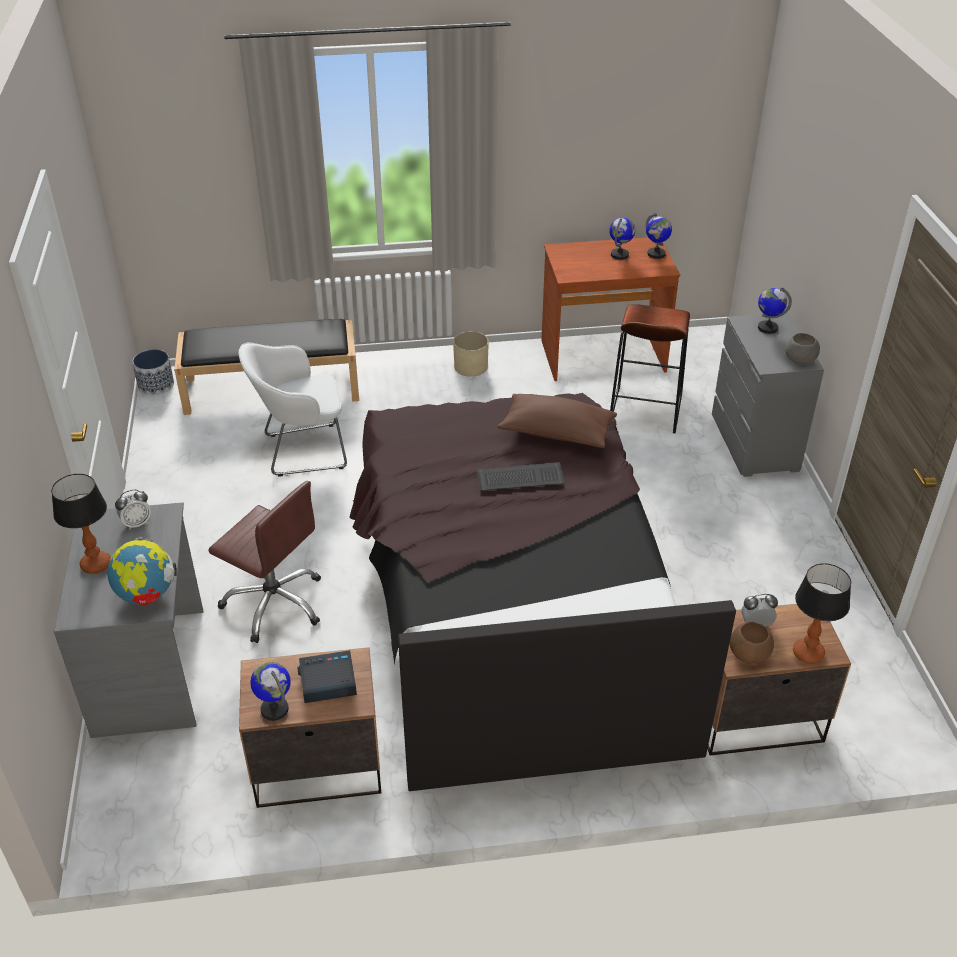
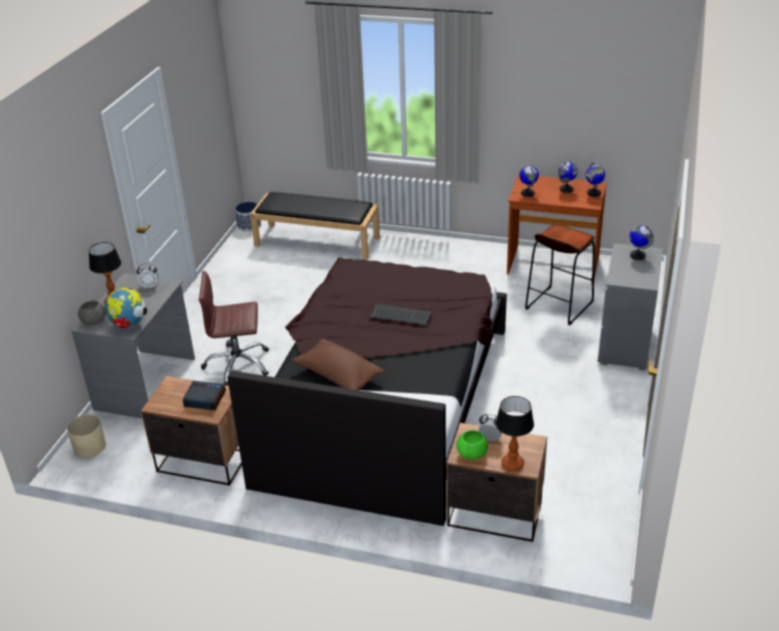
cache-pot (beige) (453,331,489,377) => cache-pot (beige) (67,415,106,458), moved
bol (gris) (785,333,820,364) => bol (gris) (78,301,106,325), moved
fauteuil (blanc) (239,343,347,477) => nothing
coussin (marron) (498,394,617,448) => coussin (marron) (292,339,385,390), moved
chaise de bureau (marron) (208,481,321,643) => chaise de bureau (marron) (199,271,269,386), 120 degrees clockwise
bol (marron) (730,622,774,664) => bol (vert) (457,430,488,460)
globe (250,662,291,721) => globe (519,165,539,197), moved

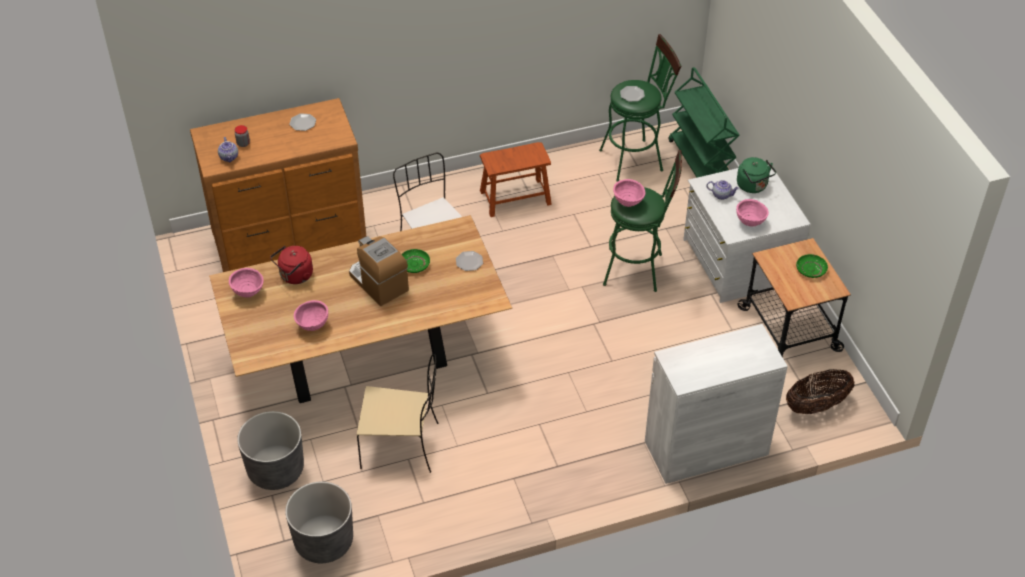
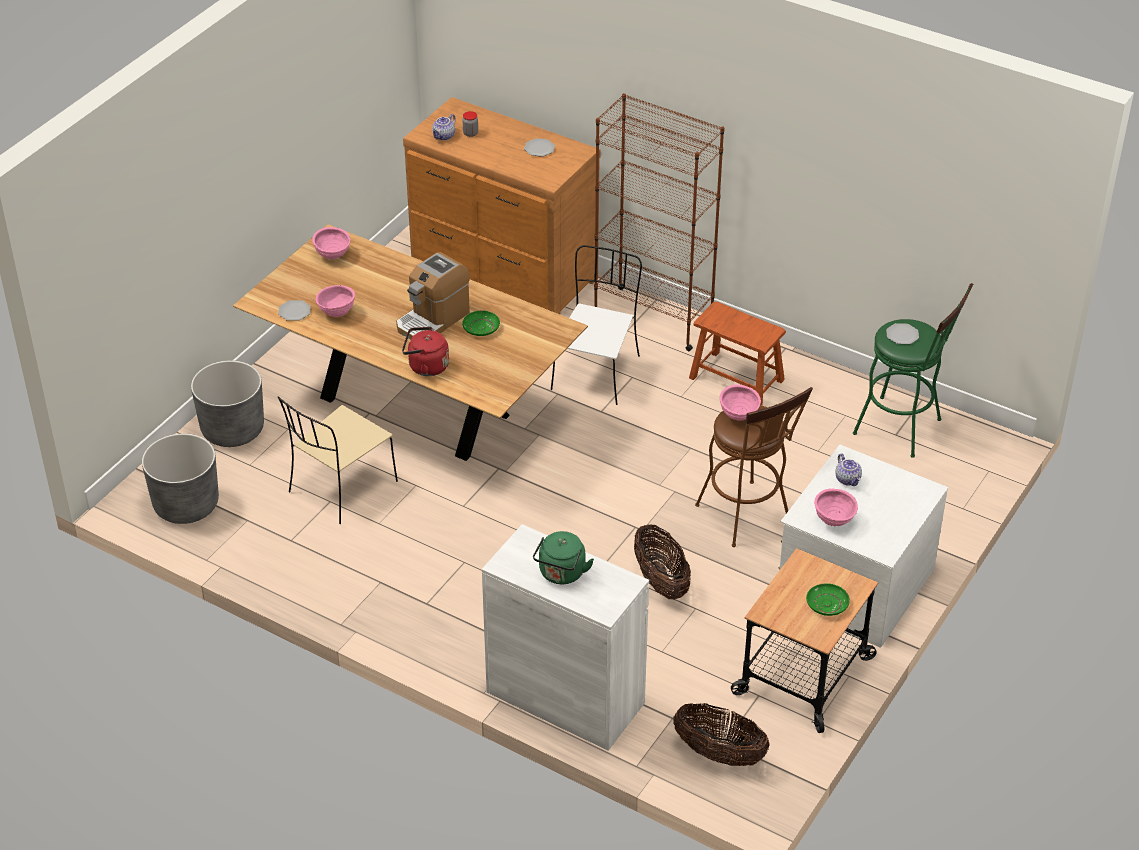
chariot (vert) (669,67,740,178) => nothing
tabouret (vert) (603,150,682,292) => tabouret (marron) (695,387,813,547)
bouilloire (vert) (737,157,776,193) => bouilloire (vert) (533,531,594,584), moved
machine à café (349,236,409,306) => machine à café (396,252,470,340), 150 degrees counterclockwise
bouilloire (rouge) (270,246,313,284) => bouilloire (rouge) (402,327,449,376), moved
assiette (456,251,483,271) => assiette (278,300,311,321), moved
chaise (beige) (357,354,438,473) => chaise (beige) (278,396,398,524), 75 degrees clockwise
nothing => bibliothèque (marron) (594,93,724,351)
nothing => panier (634,524,691,599)

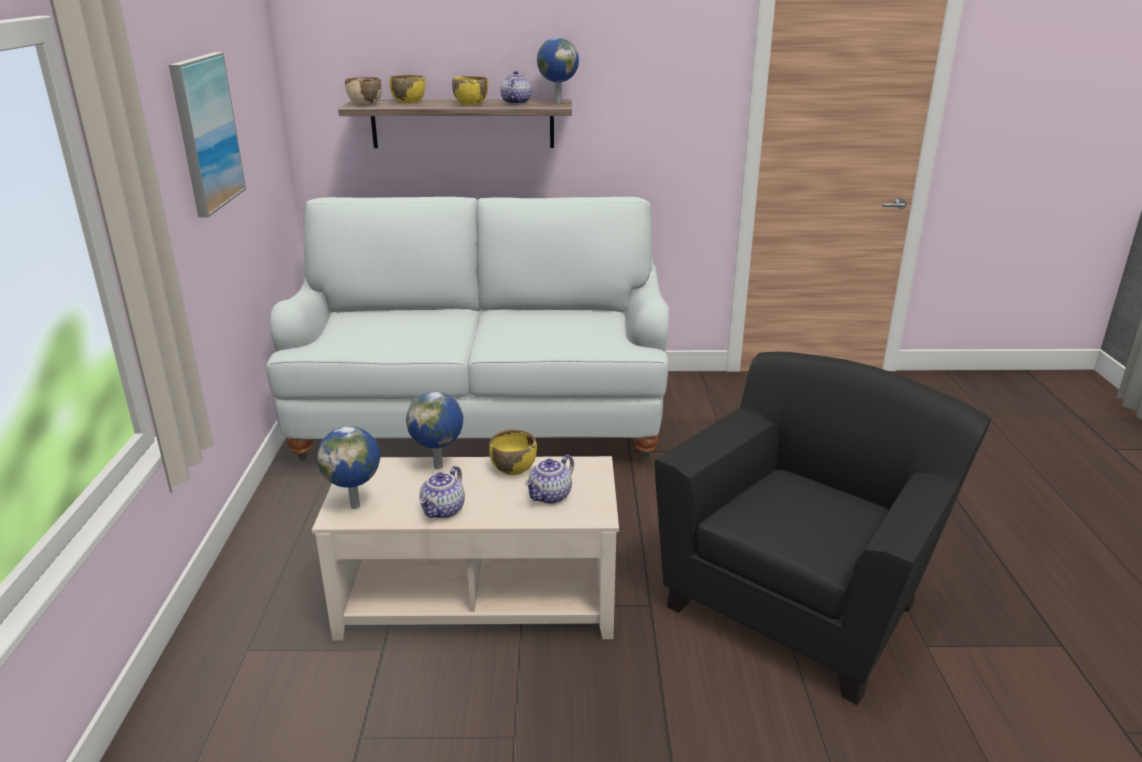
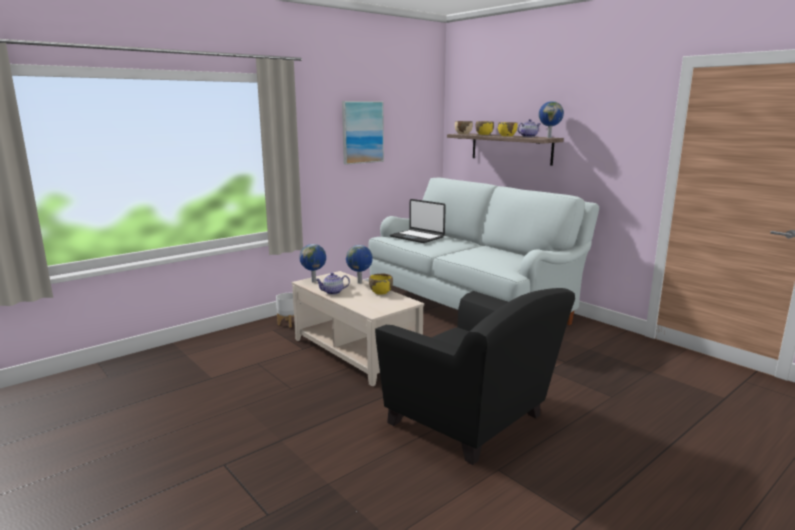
fauteuil (noir) (655,352,991,705) => fauteuil (noir) (375,288,575,465), 45 degrees clockwise
théière (525,454,574,504) => nothing
nothing => ordinateur portable (390,199,446,243)
nothing => cache-pot (blanc) (276,293,294,328)

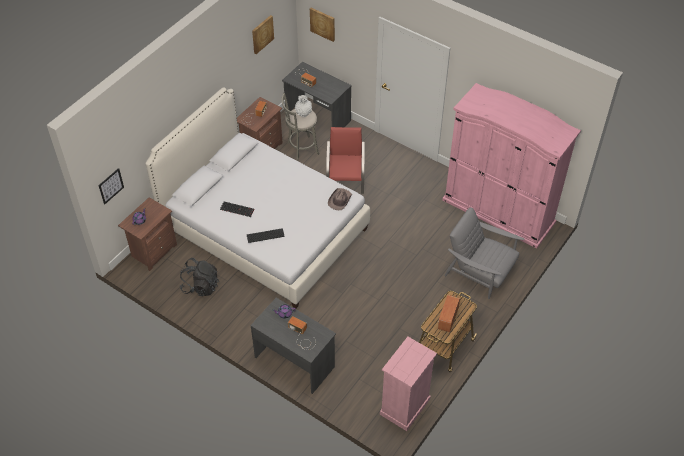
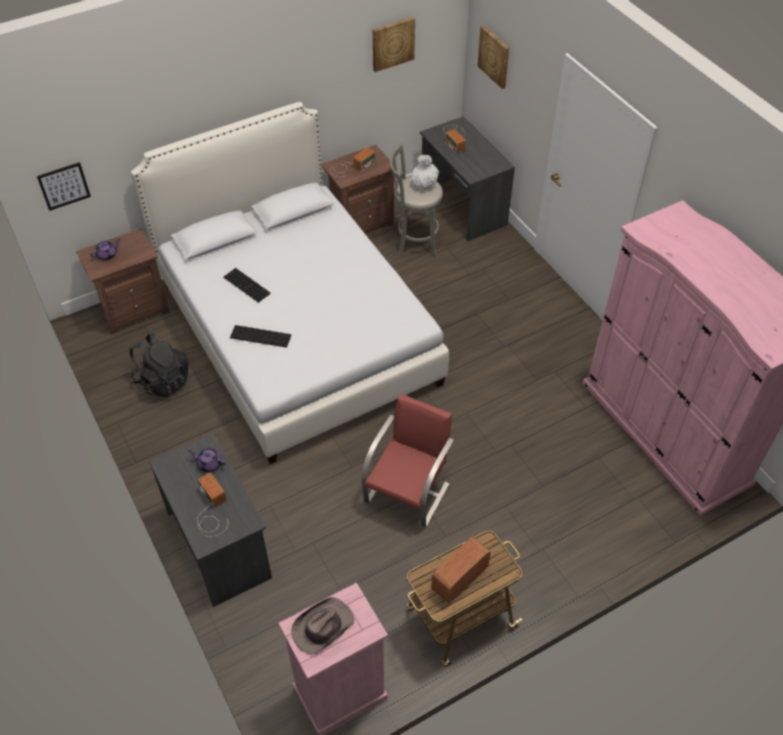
chaise (rouge) (326,127,365,194) => chaise (rouge) (361,393,454,528), moved
chapeau (marron) (328,188,352,210) => chapeau (marron) (291,597,354,655), moved
fauteuil (gris) (445,207,525,299) => nothing

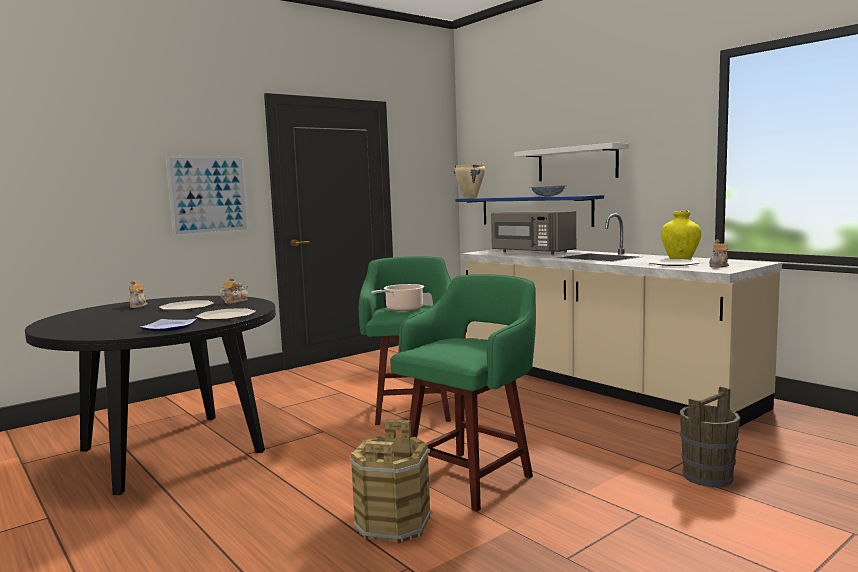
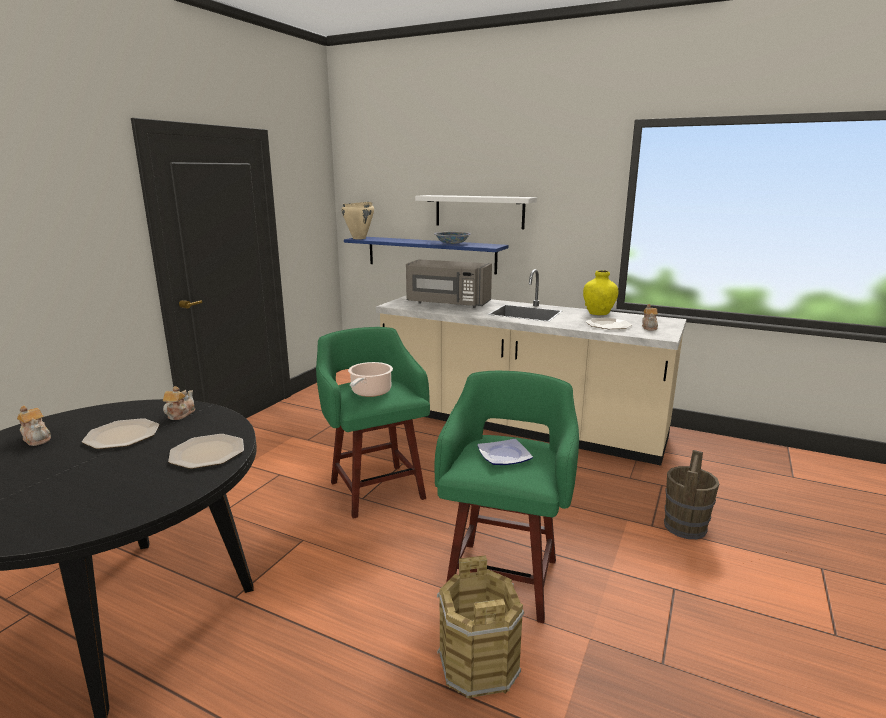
tableau (166,155,250,237) => nothing
assiette (140,319,197,331) => assiette (477,439,533,465), moved

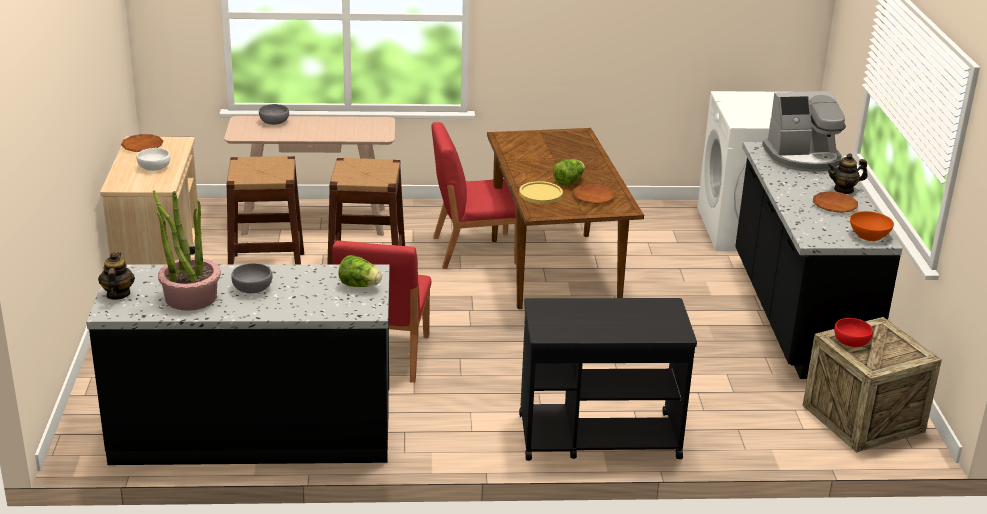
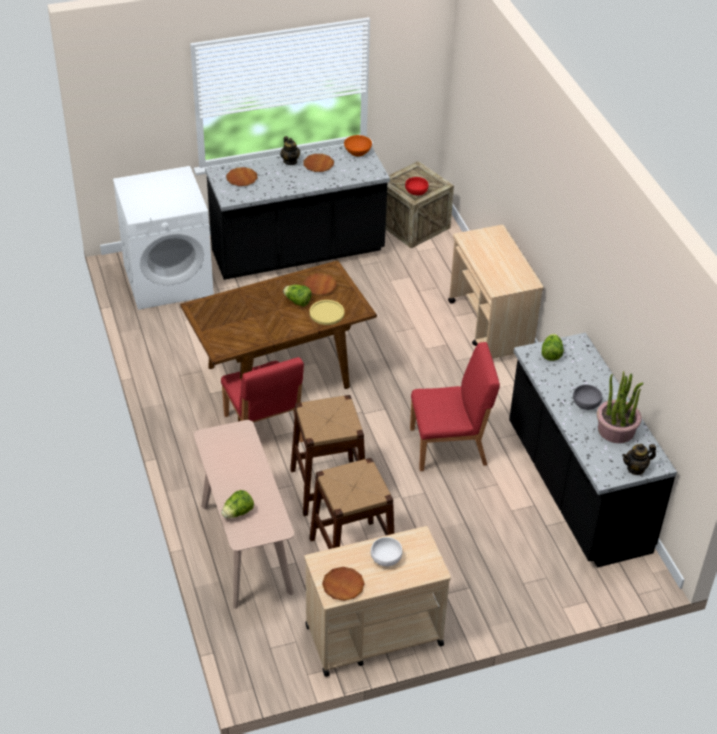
machine à café (762,91,846,172) => assiette (marron) (226,167,258,186)
bol (gris) (259,104,289,125) => laitue (221,490,254,518)
chariot (noir) (519,298,697,461) => chariot (beige) (448,225,544,359)

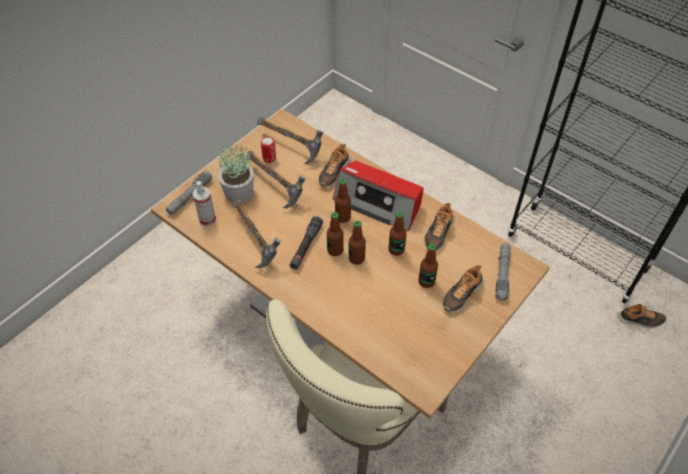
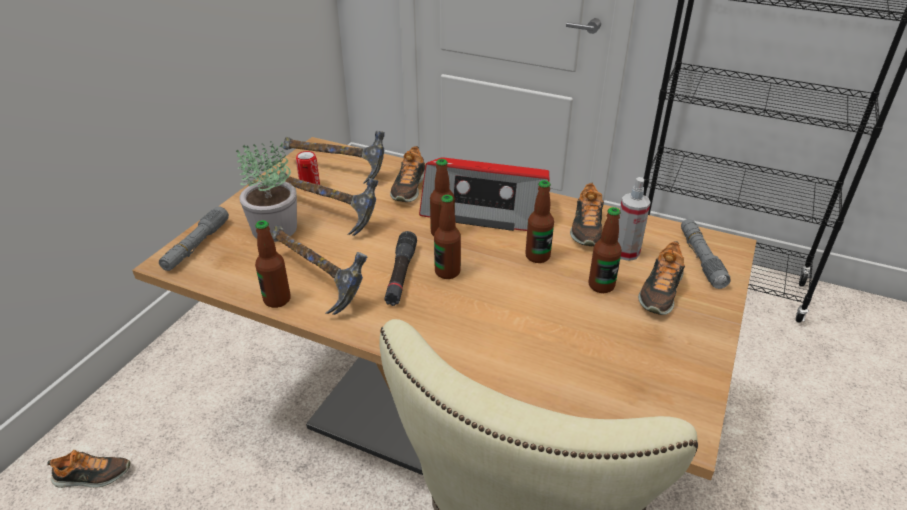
vaporisateur (192,181,216,226) => vaporisateur (618,177,651,261), moved
bouteille (349,221,366,265) => bouteille (255,220,291,308), moved
chaussure (617,304,666,328) => chaussure (47,450,131,488), moved

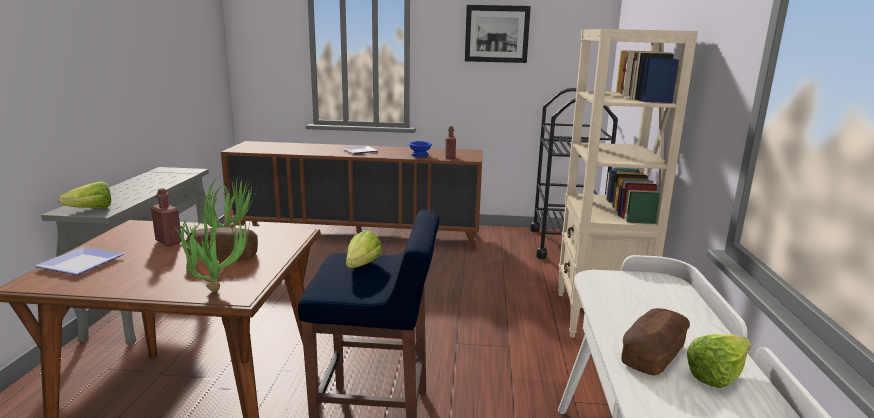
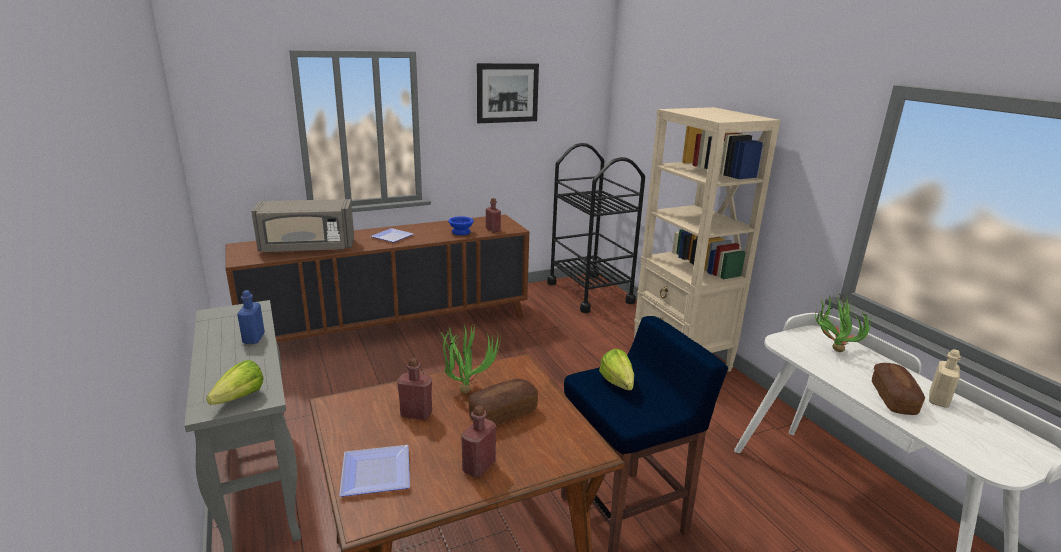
plante en pot (173,211,249,292) => plante en pot (815,293,871,352), moved
laitue (687,334,751,388) => bouteille (beige) (929,349,961,408)
nothing => micro-ondes (gris) (251,199,354,253)
nothing => bouteille (bleu) (237,290,265,344)
nothing => bouteille (rouge) (461,405,496,478)

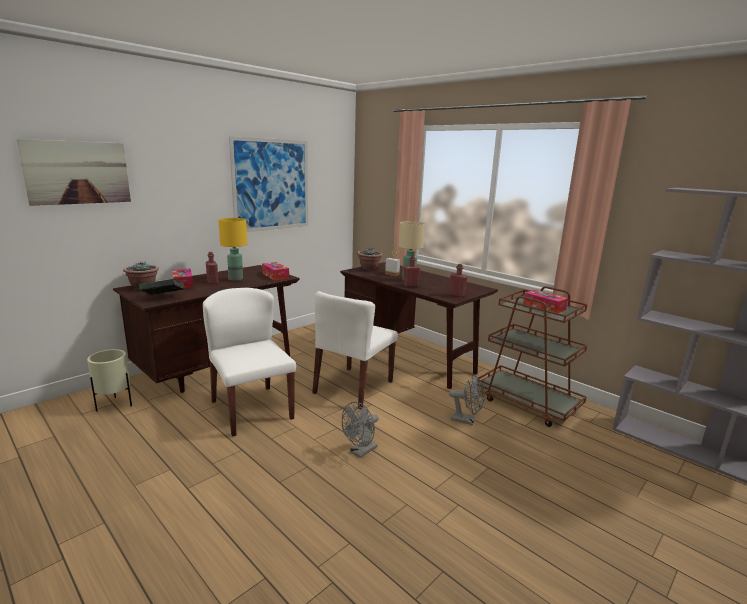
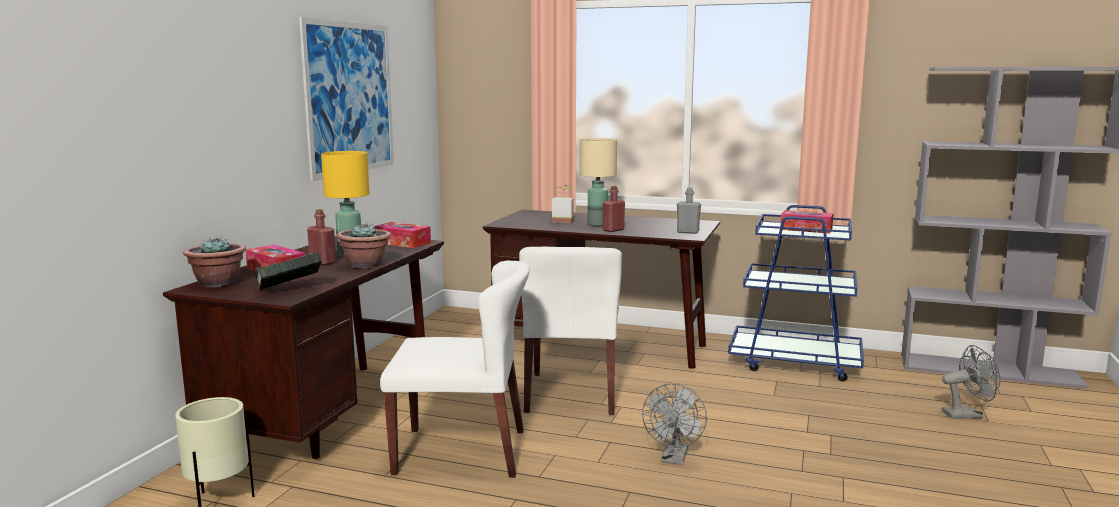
tableau (17,139,131,206) => nothing
plante en pot (357,248,383,270) => plante en pot (336,222,391,269), moved
bouteille (rouge) (449,264,468,297) => bouteille (gris) (677,187,701,234)
chariot (marron) (478,286,588,427) => chariot (bleu) (728,205,864,382)
chaise (blanc) (203,288,296,437) => chaise (blanc) (380,260,530,478), 150 degrees clockwise
ventilateur (gris) (449,375,485,425) => ventilateur (gris) (942,345,1000,419), moved

